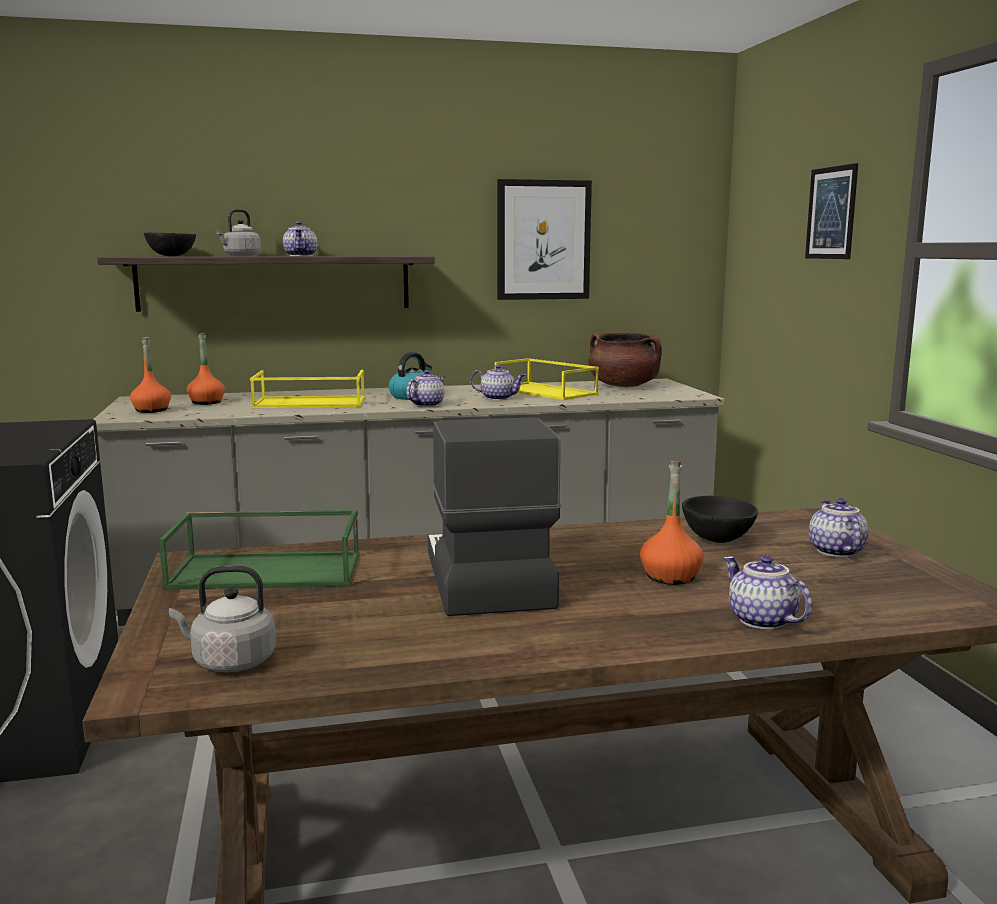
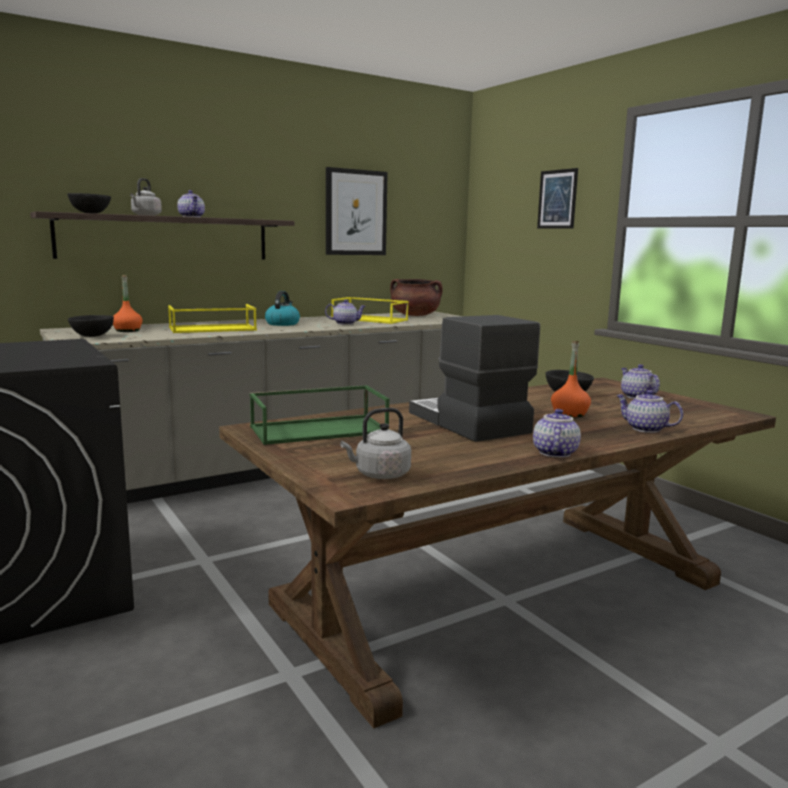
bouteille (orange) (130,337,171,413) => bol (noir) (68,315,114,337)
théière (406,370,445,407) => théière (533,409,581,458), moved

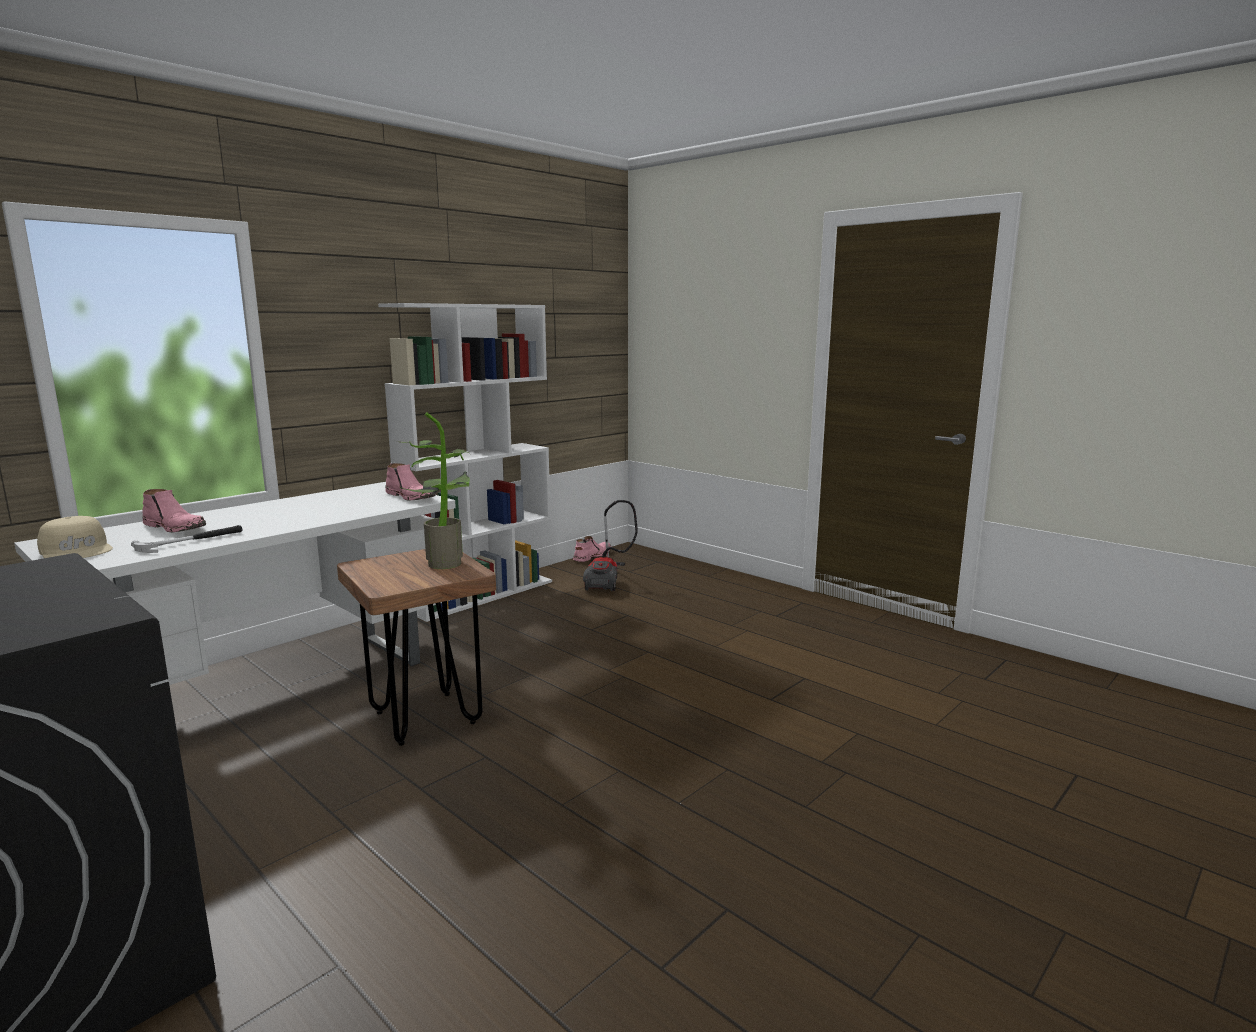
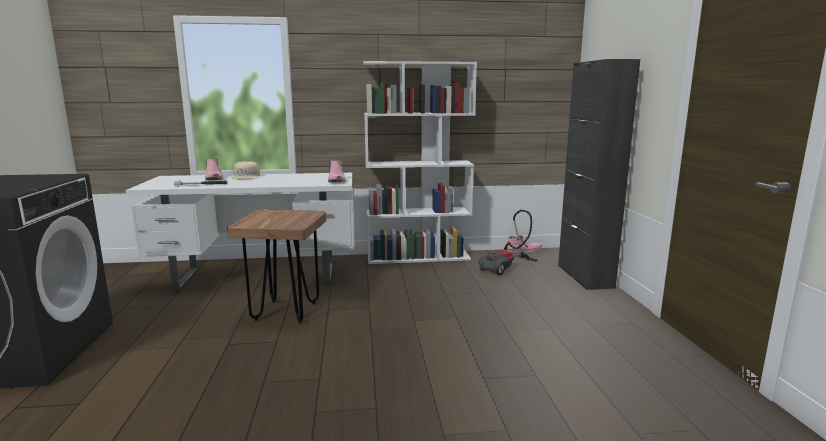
plante en pot (393,412,471,569) => nothing
casquette (beige) (37,516,113,558) => casquette (beige) (232,161,260,179), moved
nothing => meuble de rangement (noir) (558,59,640,290)

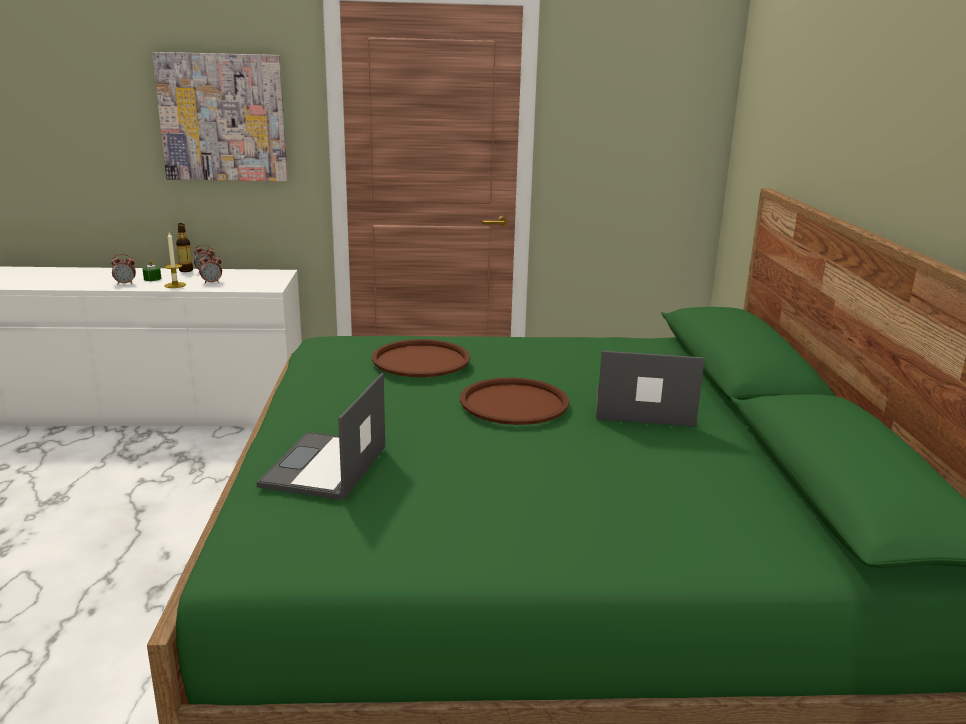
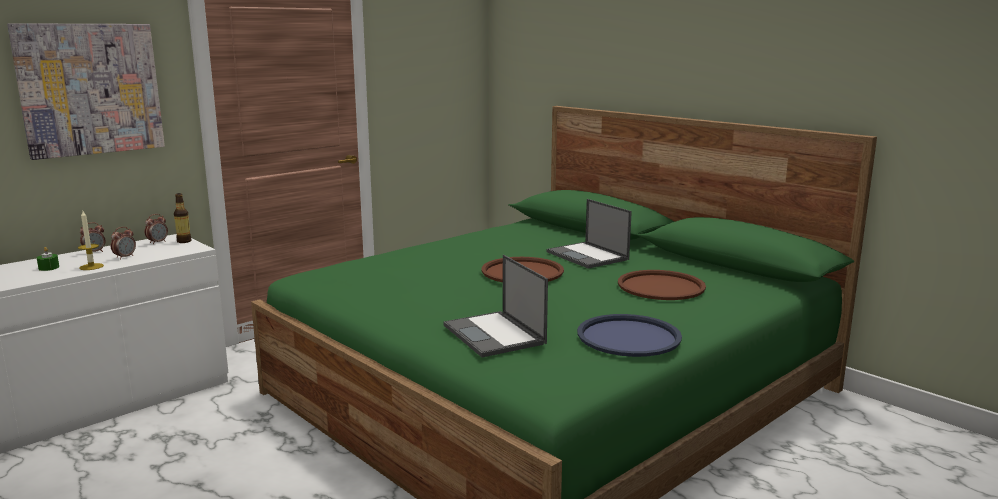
bouteille (176,223,193,272) => bouteille (174,193,192,243), moved
réveil (111,254,136,285) => réveil (145,214,168,244), moved
plateau (marron) (372,339,470,377) => plateau (marron) (618,270,706,300), moved
ordinateur portable (596,351,705,427) => ordinateur portable (546,199,632,269), 90 degrees counterclockwise
nothing => plateau (bleu) (577,314,682,357)

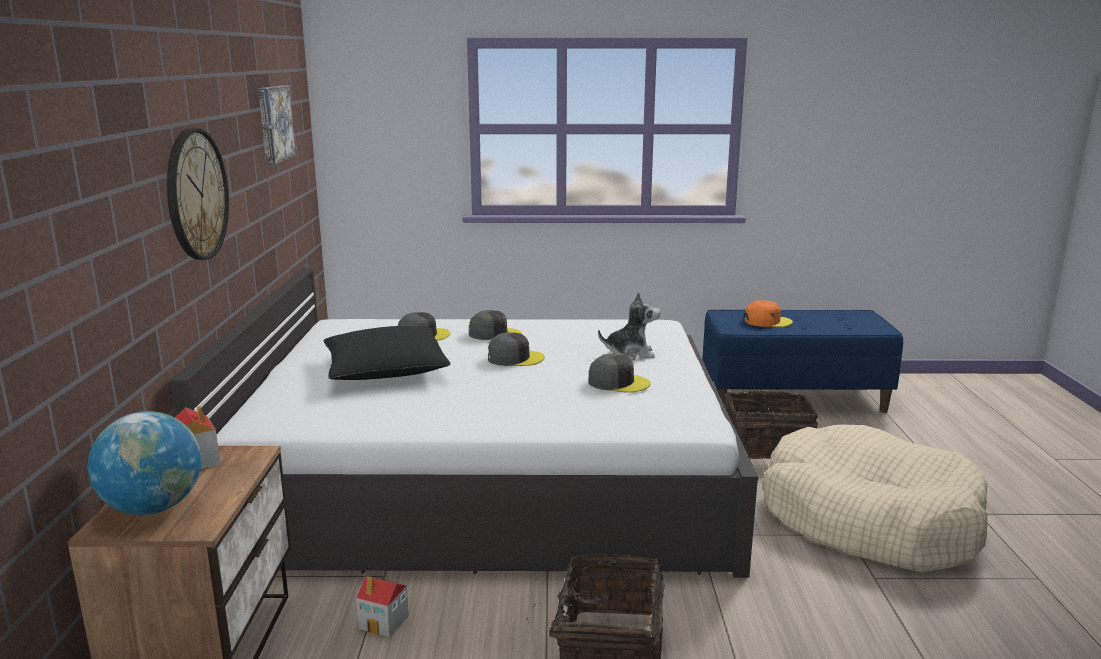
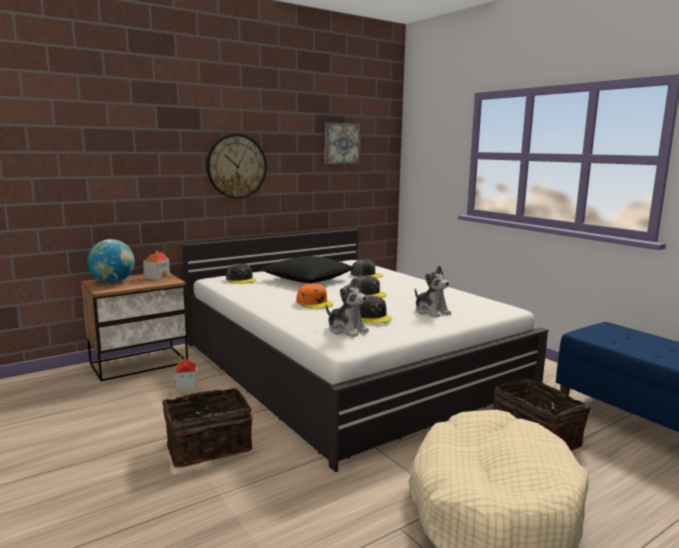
casquette (orange) (745,300,793,327) => casquette (orange) (296,284,333,309), moved
casquette (gris) (469,310,521,340) => casquette (gris) (226,264,256,284), moved
nothing => peluche (326,278,369,337)

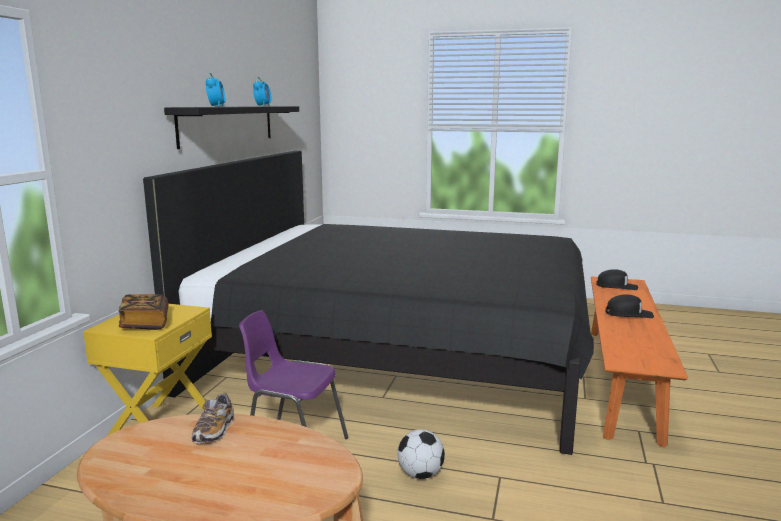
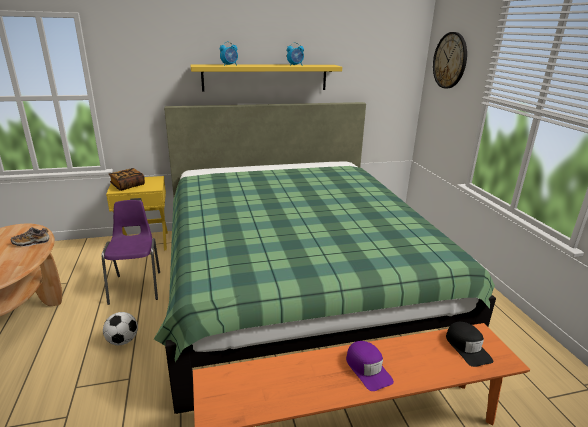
étagère (noir) (164,106,299,149) => étagère (jaune) (190,64,342,91)
lit (noir) (143,151,594,455) => lit (vert) (154,102,496,414)
casquette (noir) (605,295,654,318) => casquette (violet) (346,341,394,391)
nothing => horloge murale (433,32,467,88)

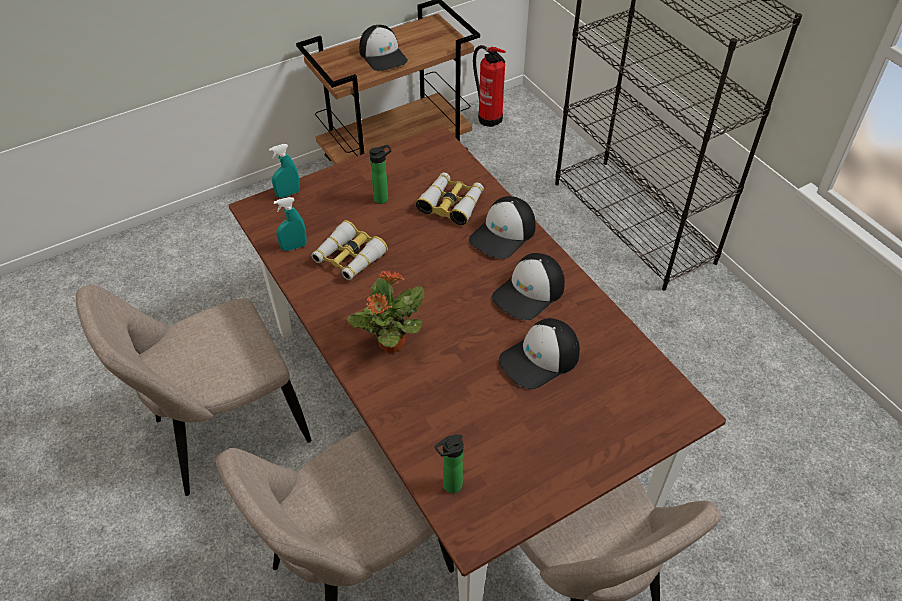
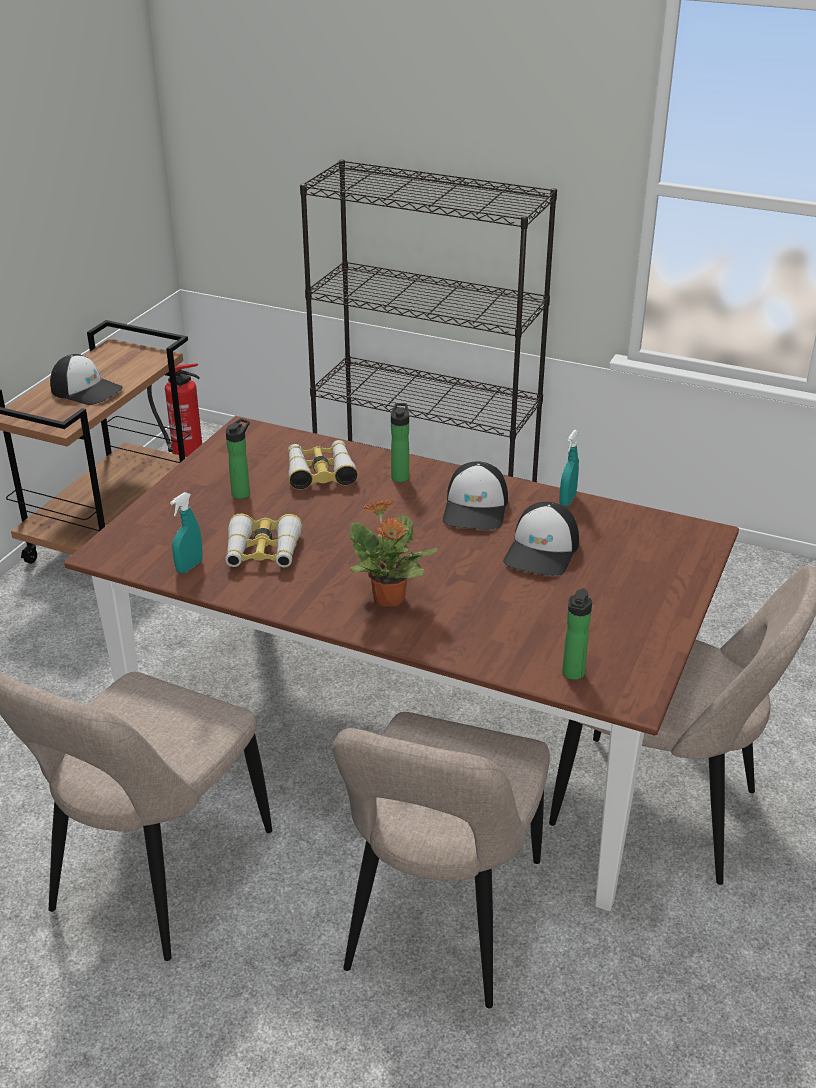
vaporisateur (turquoise) (269,144,300,198) => vaporisateur (turquoise) (559,430,579,506), moved
casquette (469,196,536,259) => bouteille (391,403,409,482)

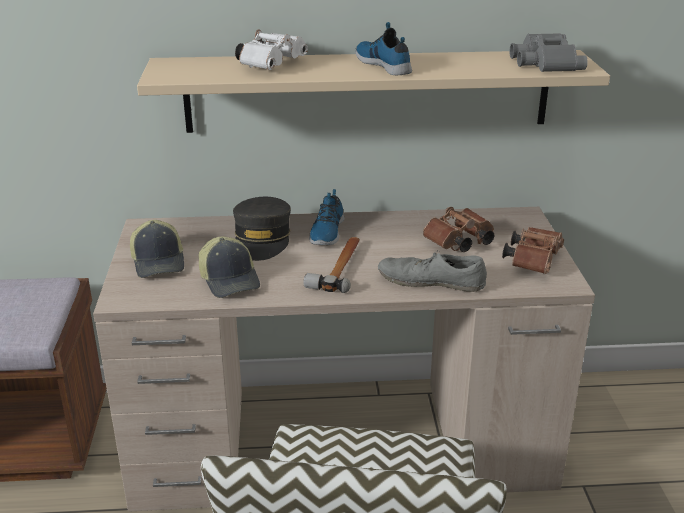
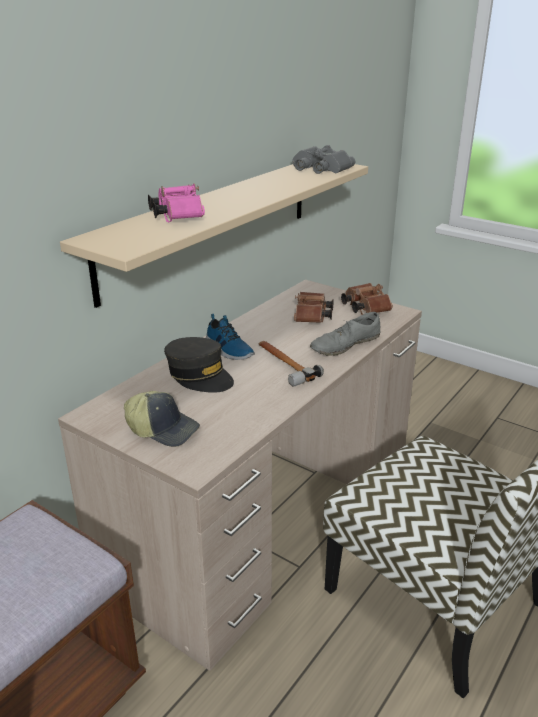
chaussure (355,22,412,75) => nothing
jumelles (blanc) (235,29,308,70) => jumelles (rose) (148,183,205,222)
casquette (199,236,260,298) => nothing

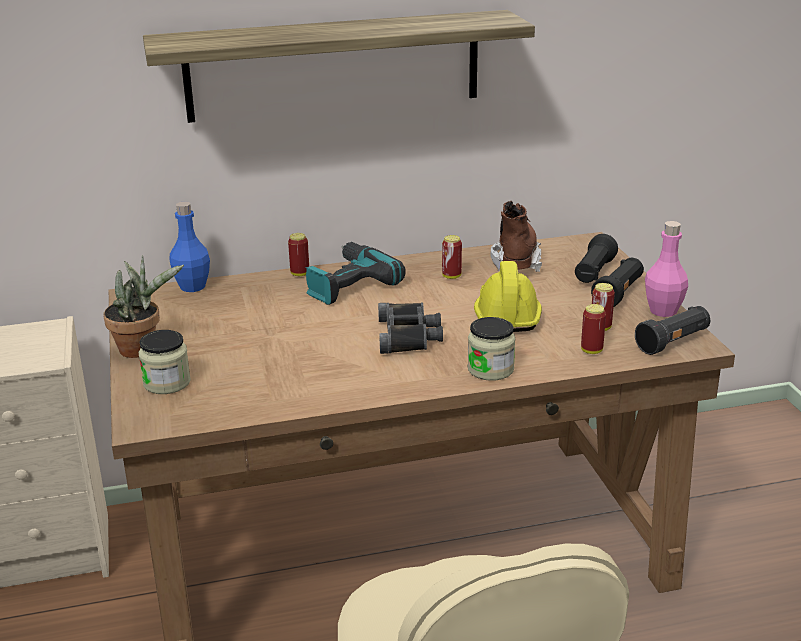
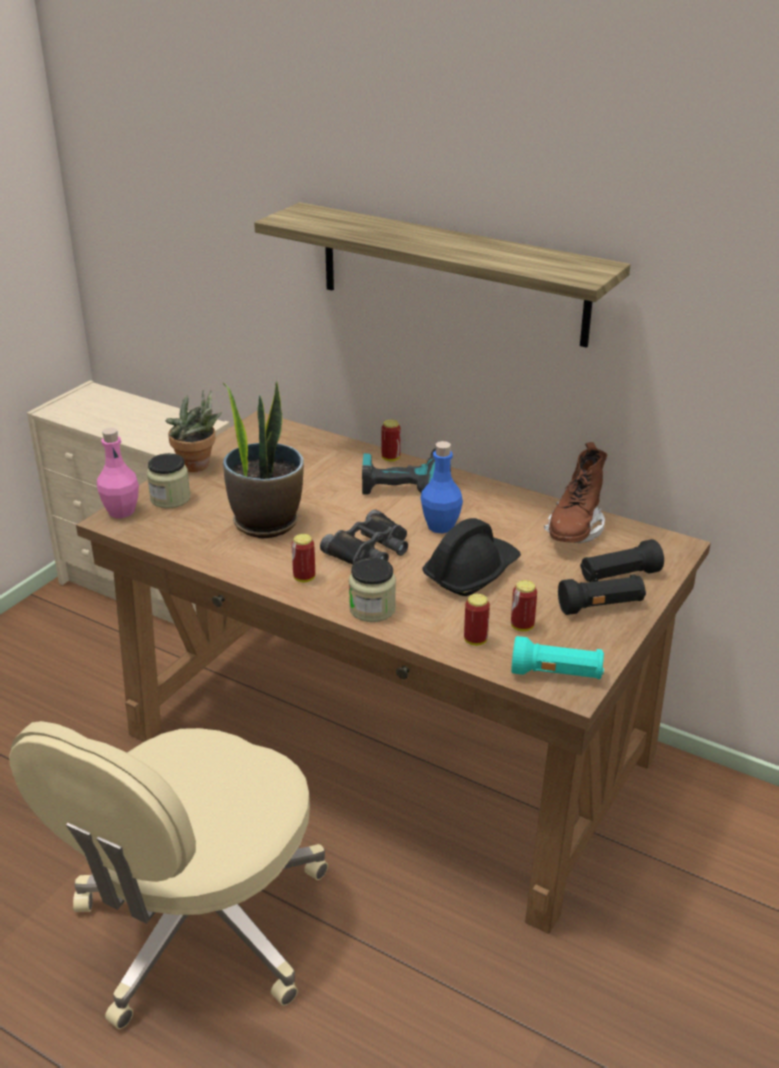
botte (marron) (491,201,542,272) => botte (marron) (544,442,607,543), 150 degrees clockwise
bouteille (bleu) (169,202,210,292) => bouteille (bleu) (420,441,463,534), moved
bouteille (rose) (645,221,688,317) => bouteille (rose) (97,428,139,518), moved
boîte métallique (442,235,462,279) => boîte métallique (291,534,315,582), moved
casque de chantier (jaune) (474,261,542,332) => casque de chantier (noir) (422,518,521,596)
lampe de poche (noir) (635,306,710,355) => lampe de poche (turquoise) (511,636,604,679)
nothing => plante en pot (223,381,304,538)

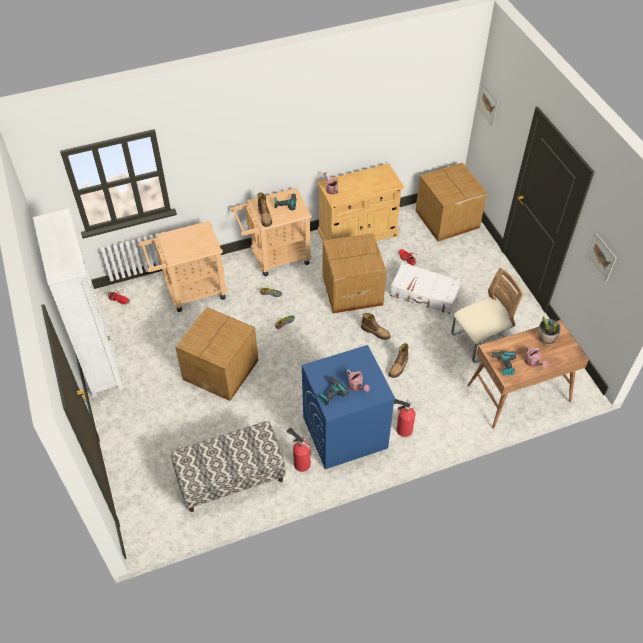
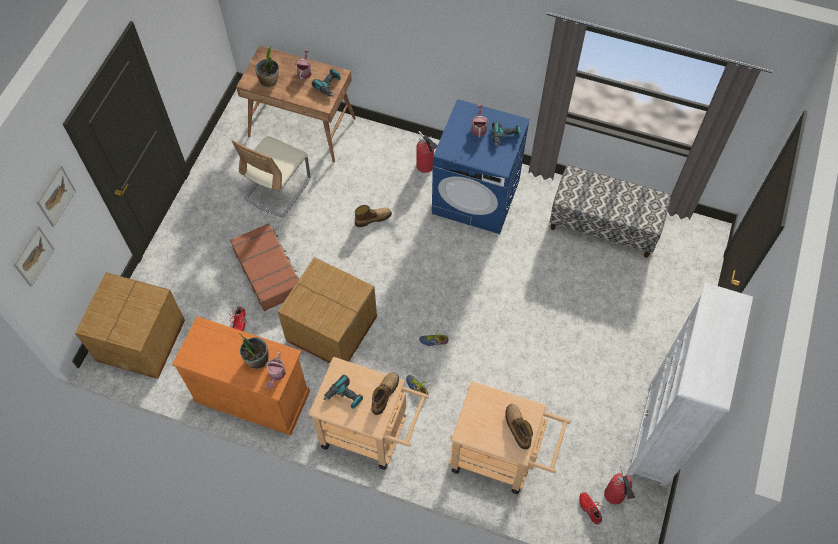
meuble de rangement (beige) (317,163,404,241) => meuble de rangement (orange) (172,316,310,436)
tableau (587,233,617,282) => tableau (36,165,76,227), moved
valise (blanc) (390,262,462,314) => valise (marron) (230,223,299,311)
chaise (beige) (451,267,523,363) => chaise (beige) (231,136,310,218), 75 degrees counterclockwise
carton (175,307,258,401) => nothing
botte (361,313,391,340) => botte (505,404,533,449), moved
extincteur (286,427,311,472) => extincteur (604,466,635,505), moved
nothing => plante en pot (239,333,269,369)

